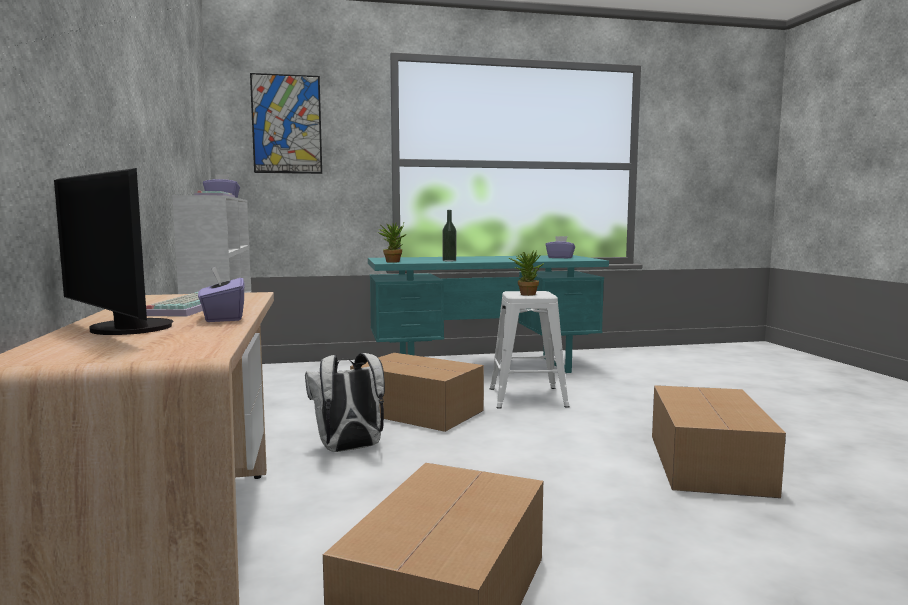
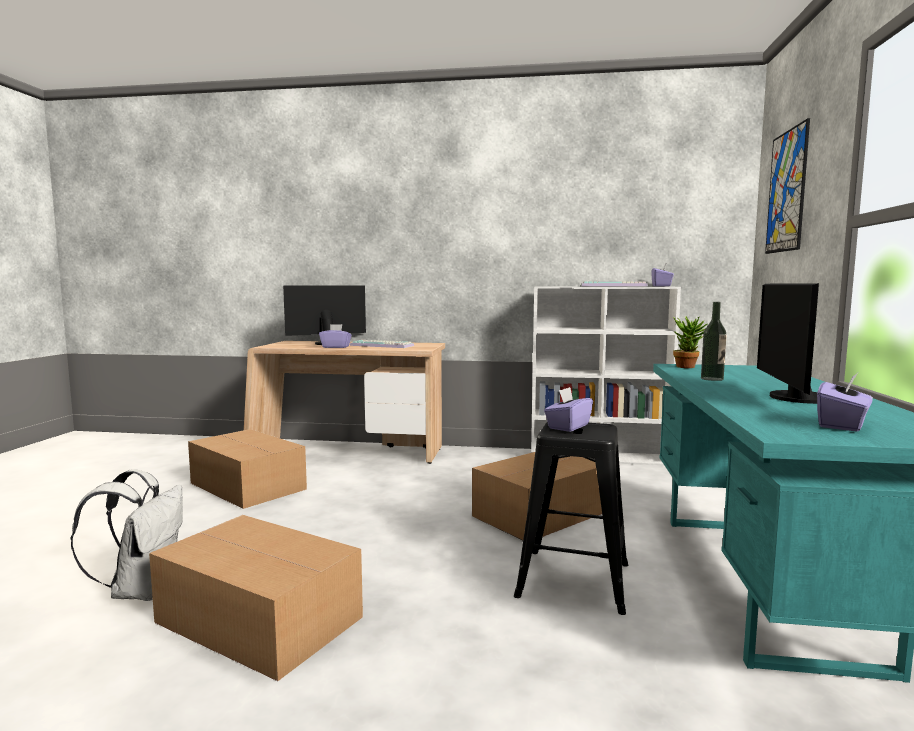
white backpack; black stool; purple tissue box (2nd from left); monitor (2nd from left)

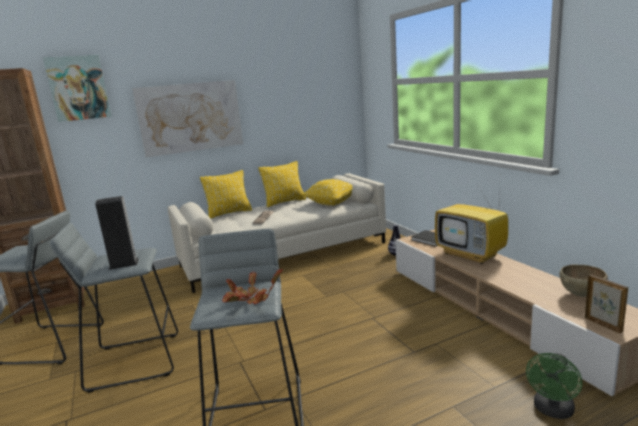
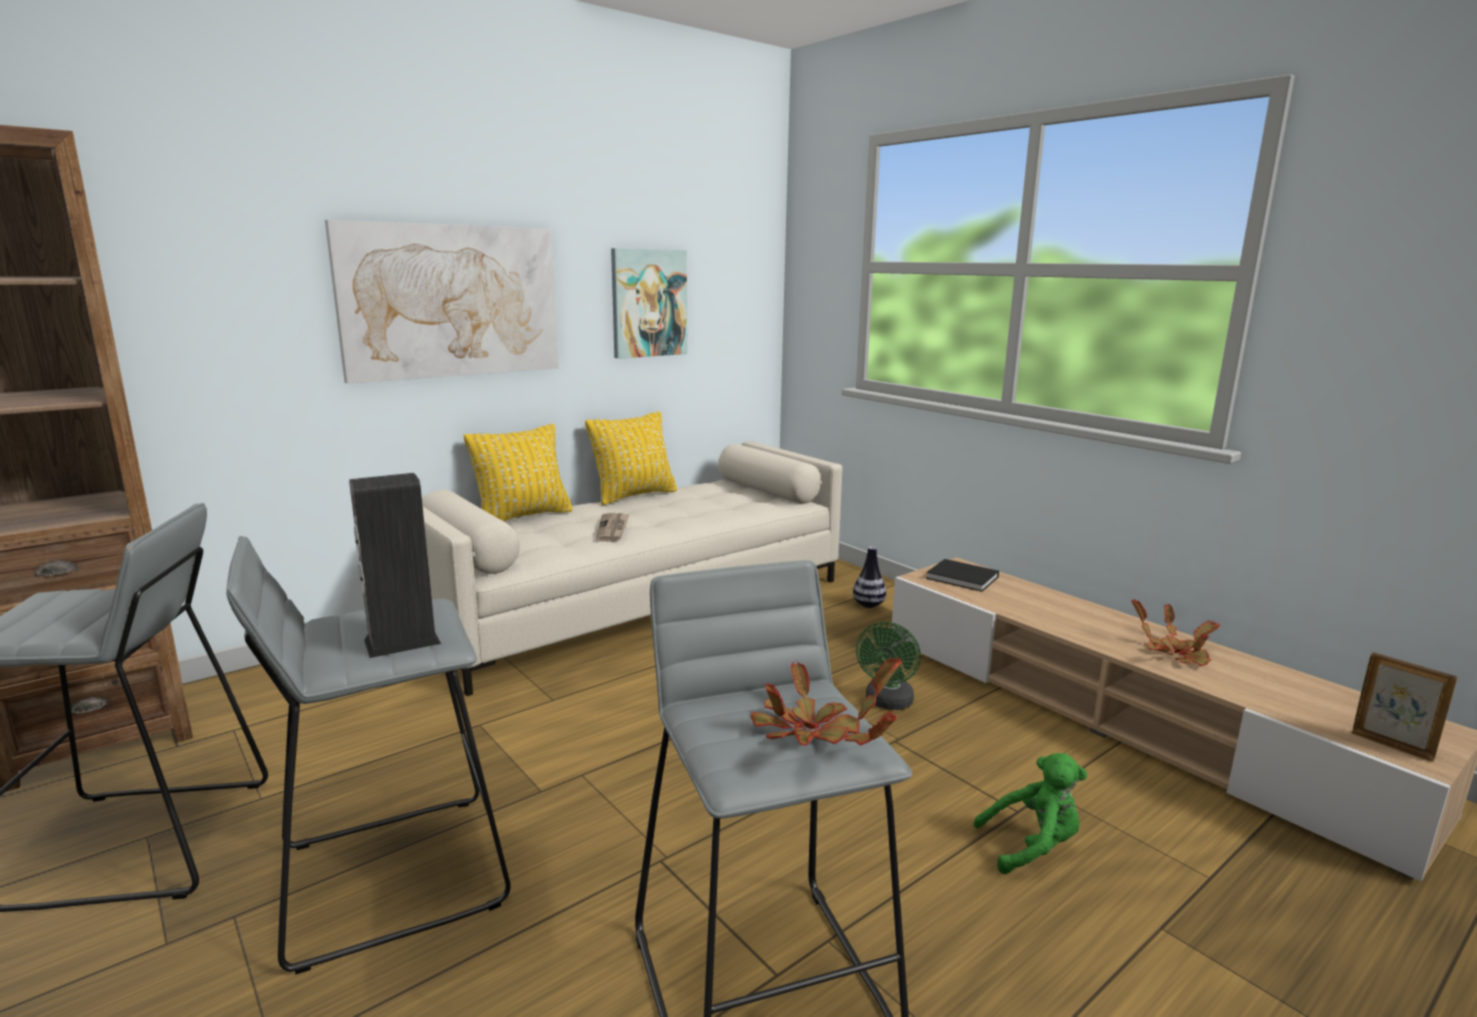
picture (2nd from left); green fan; green plush toy; potted plant (2nd from left); yellow pillow (3rd from left in the first image); television; brown bowl

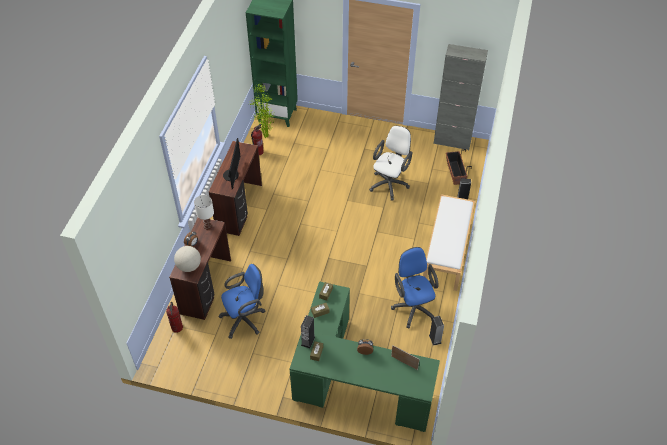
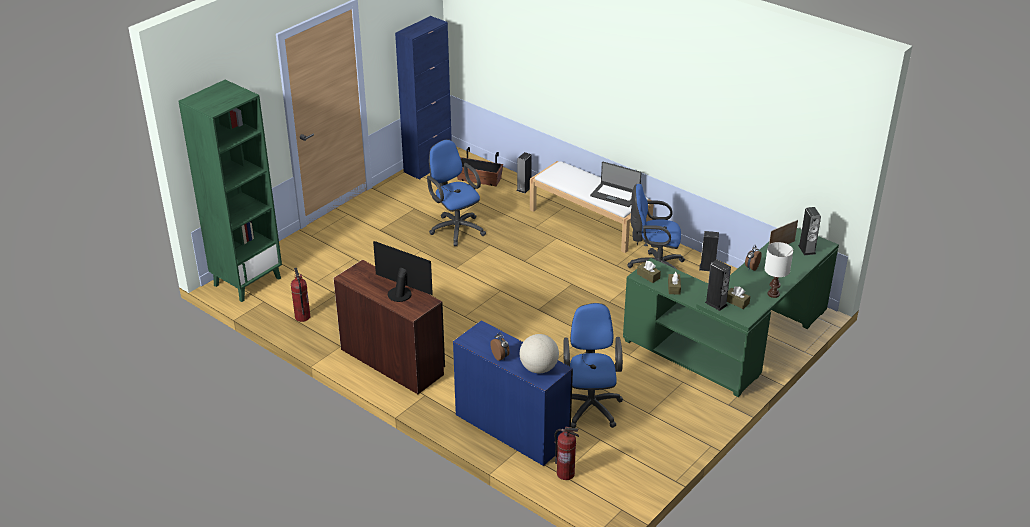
blue cabinet; blue office chair (1st from left); blue desk; laptop; white table lamp; speaker (4th from left); potted plant

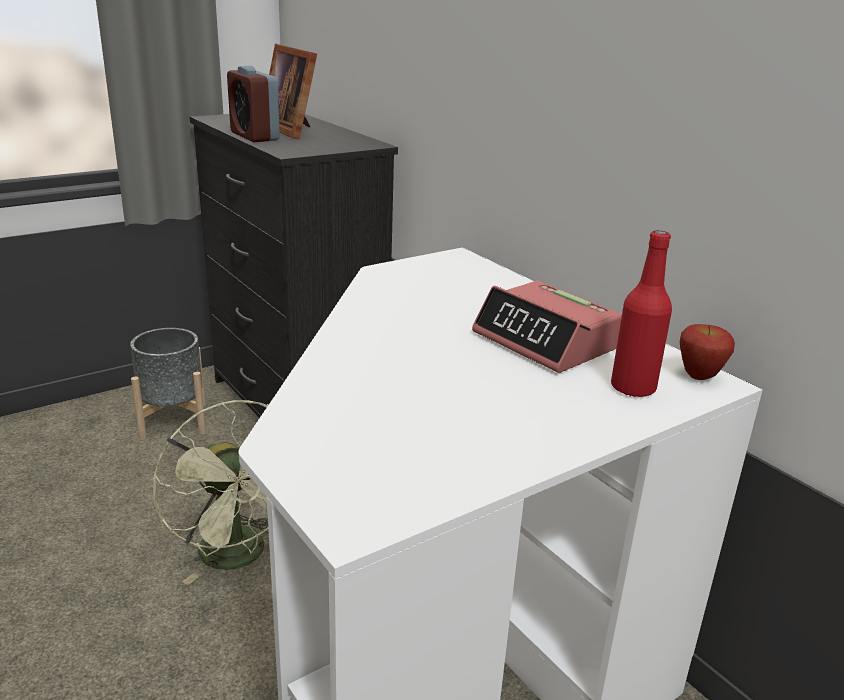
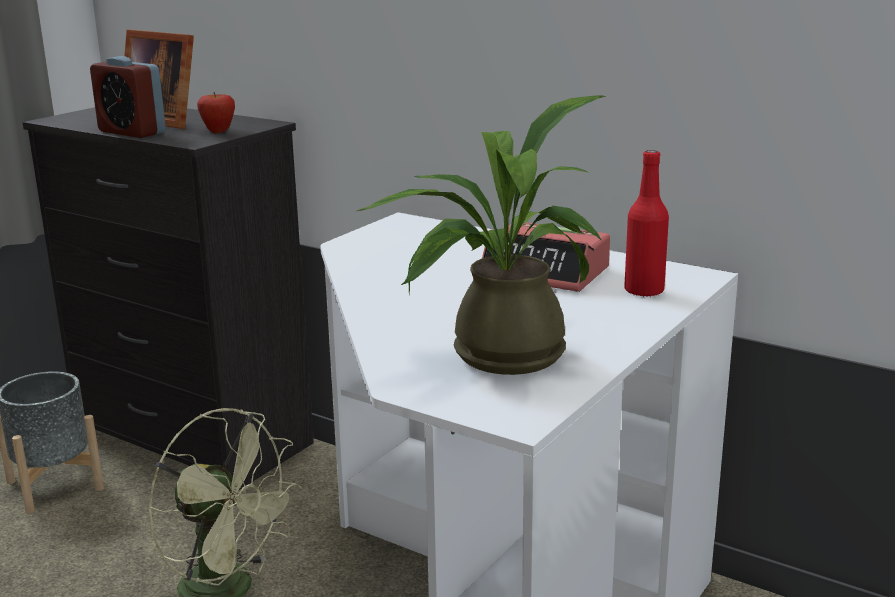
apple; potted plant

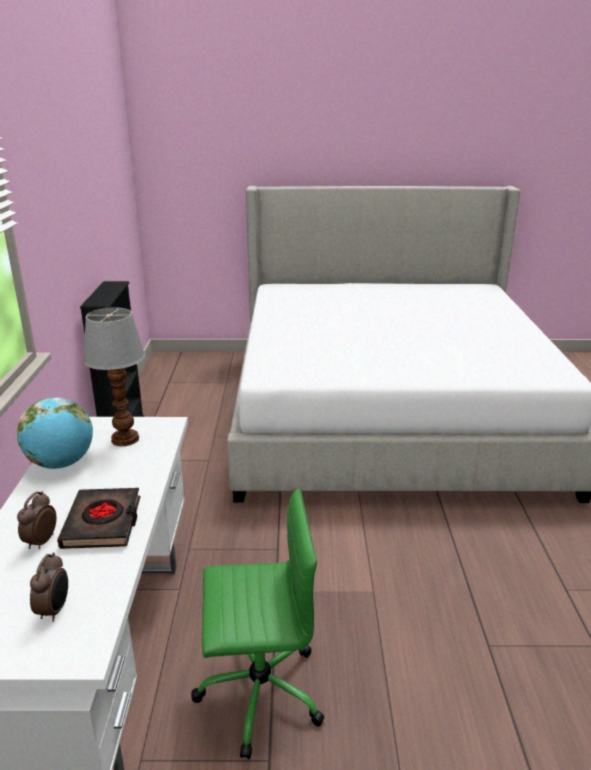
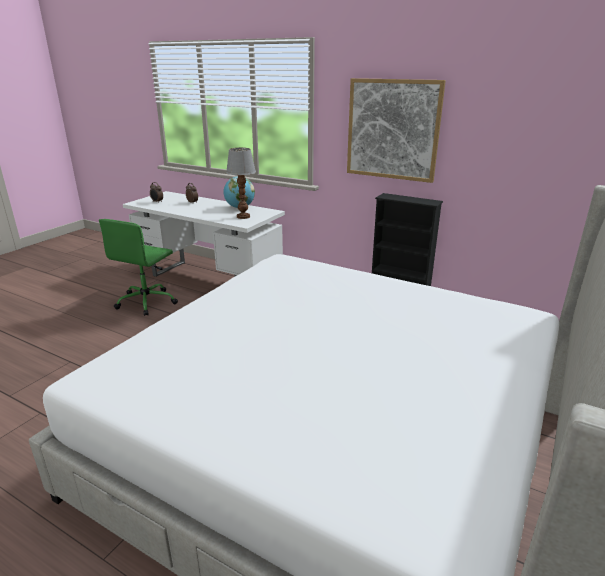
picture; black book

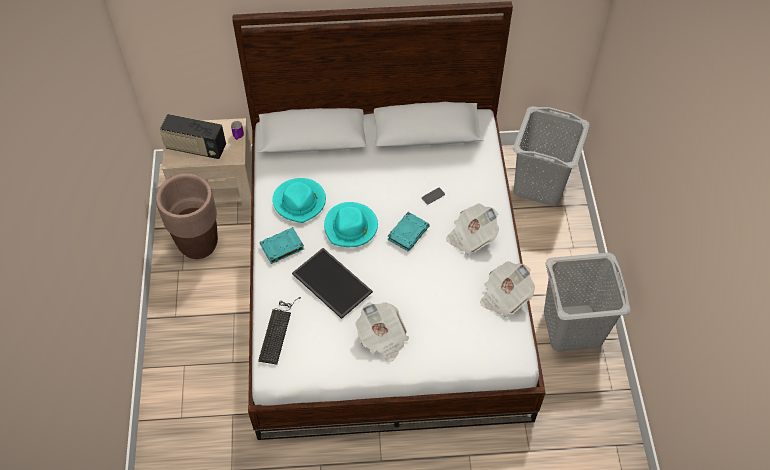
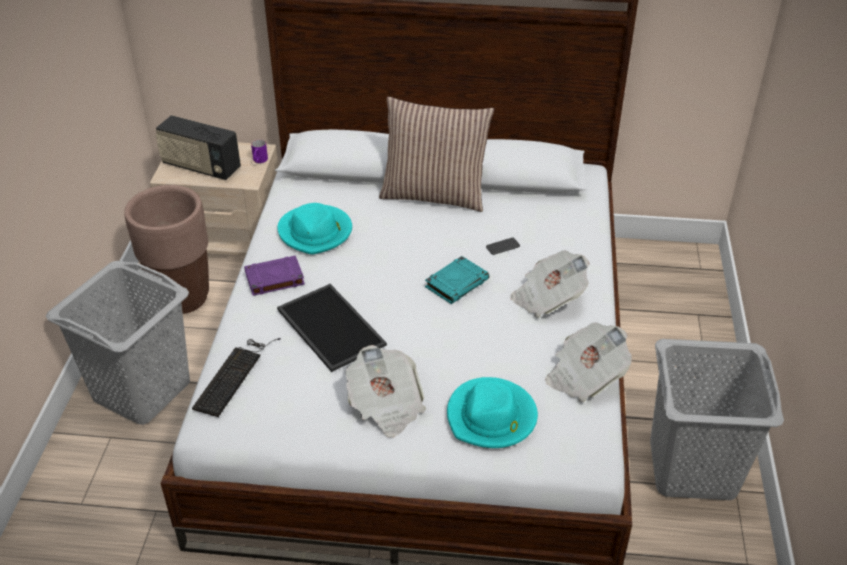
grey laundry basket (1st from left); purple book; pillow; turquoise hat (2nd from left)

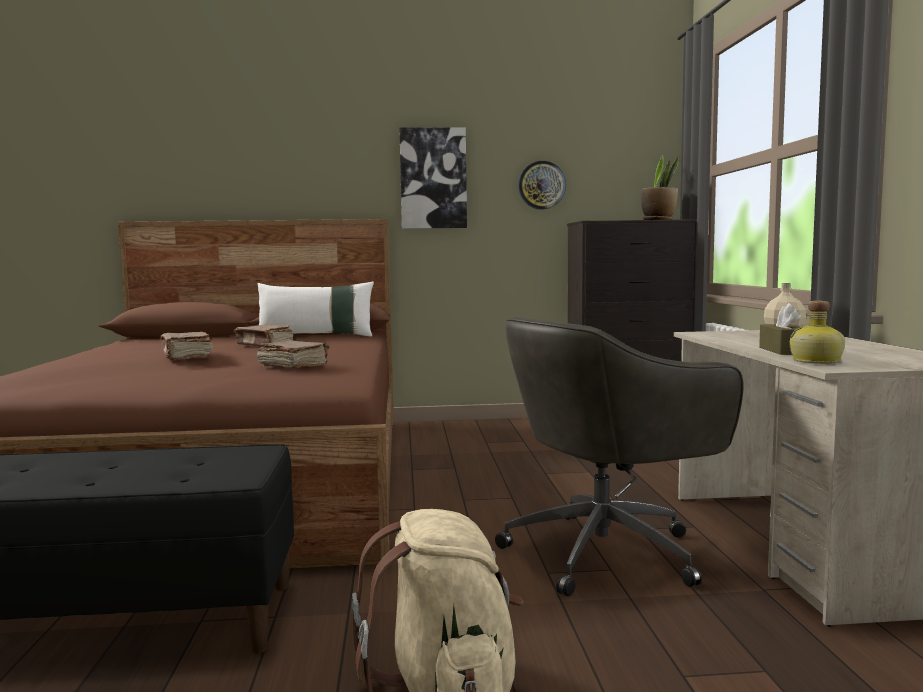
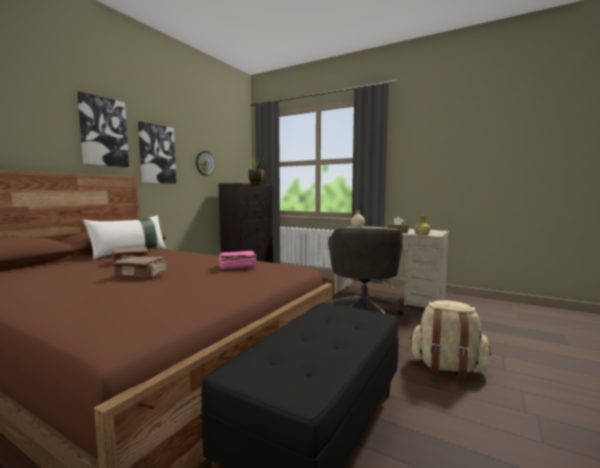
picture (1st from left); pink book

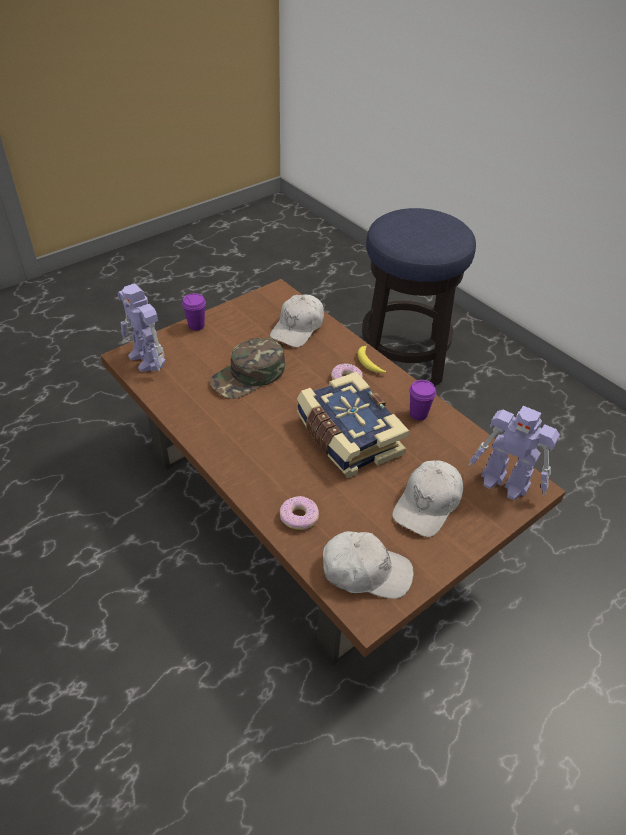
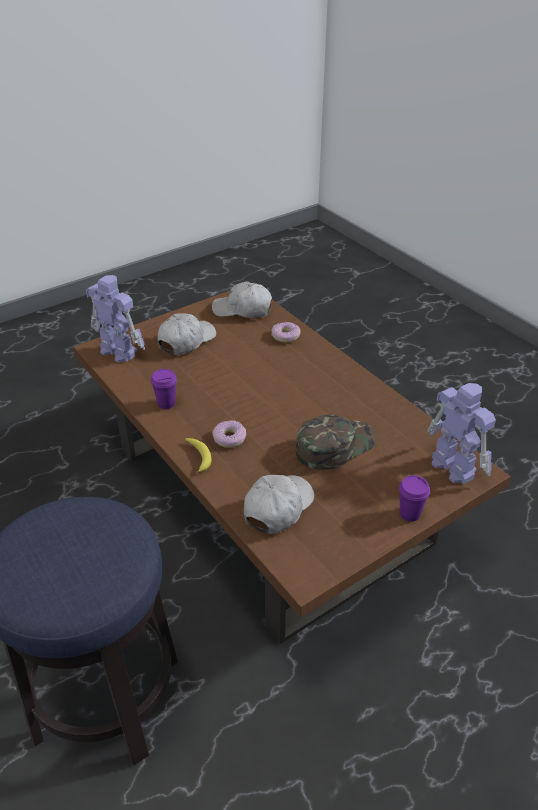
book

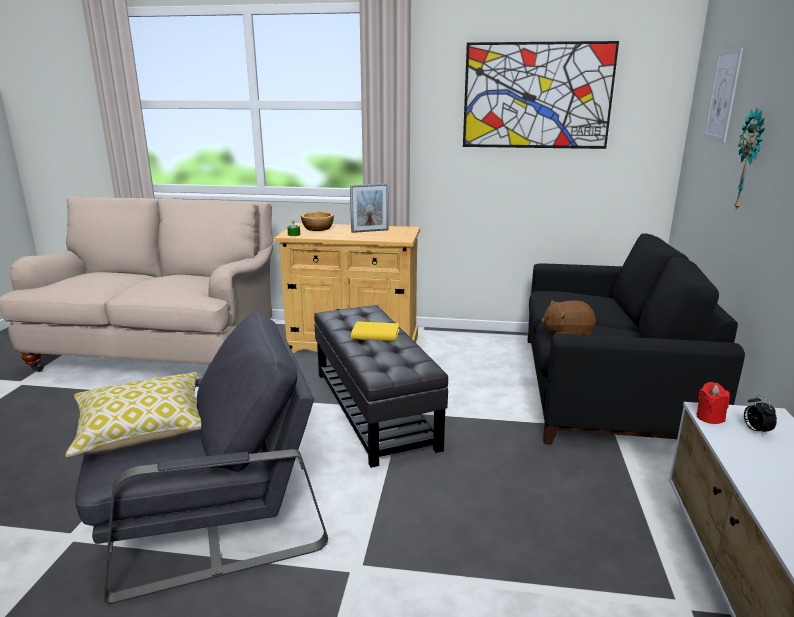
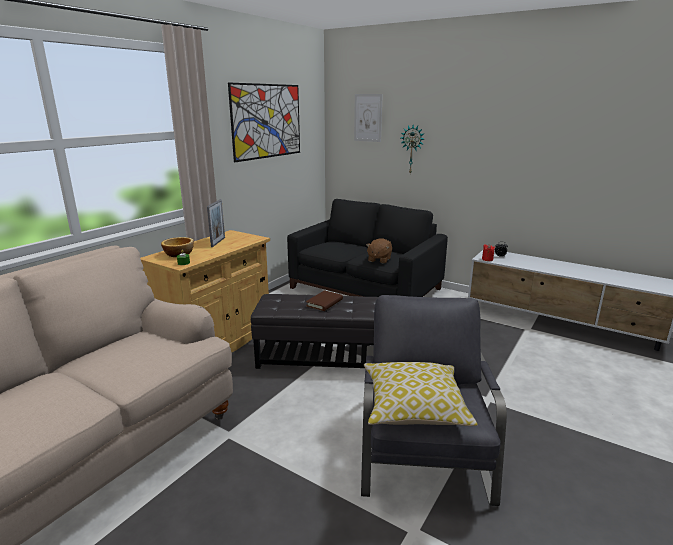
brown book

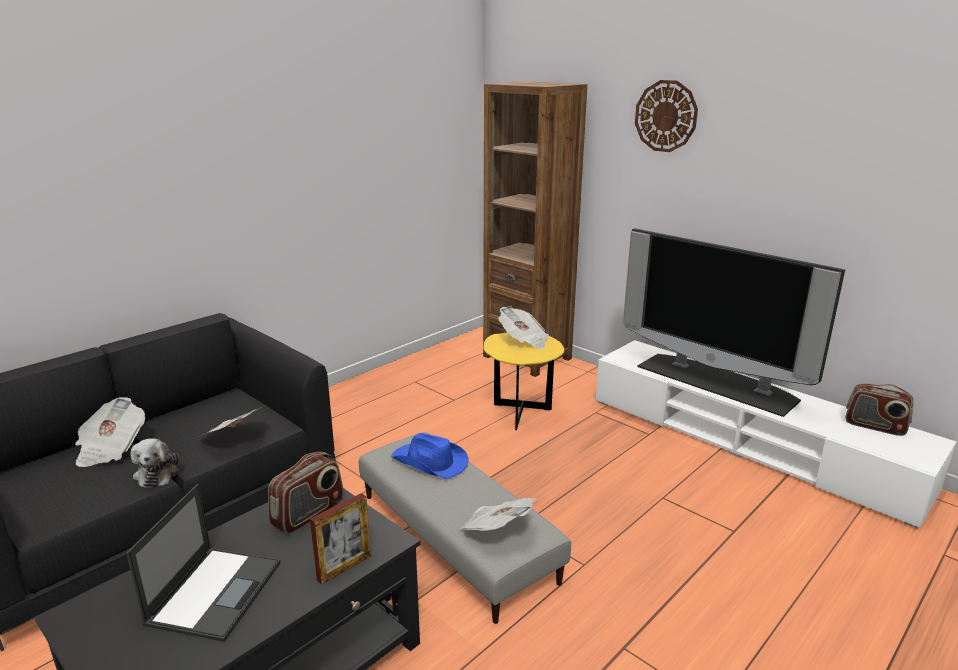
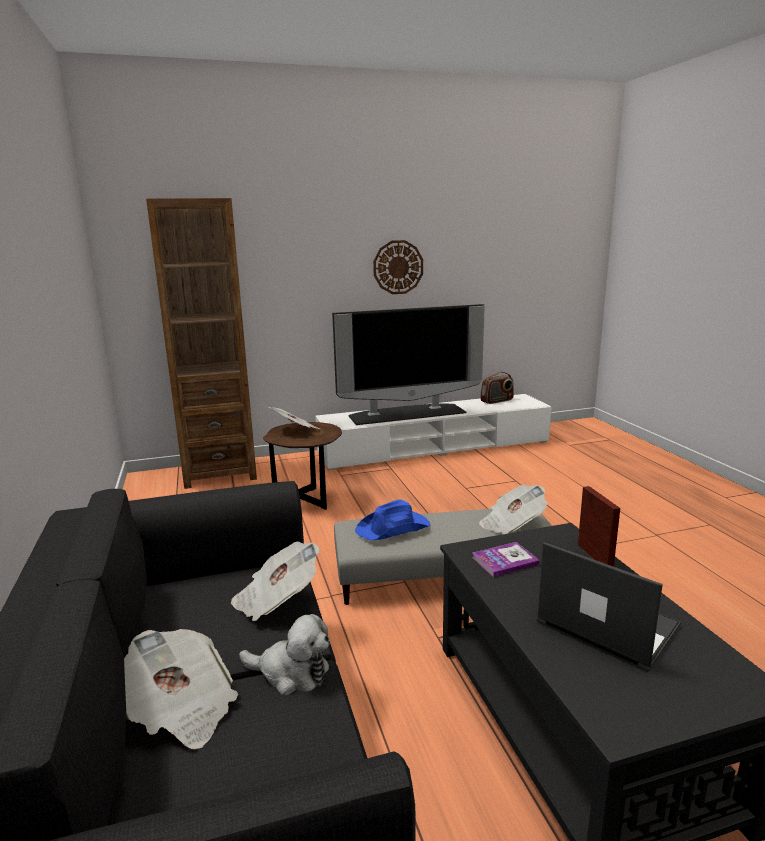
brown side table; wall clock; book

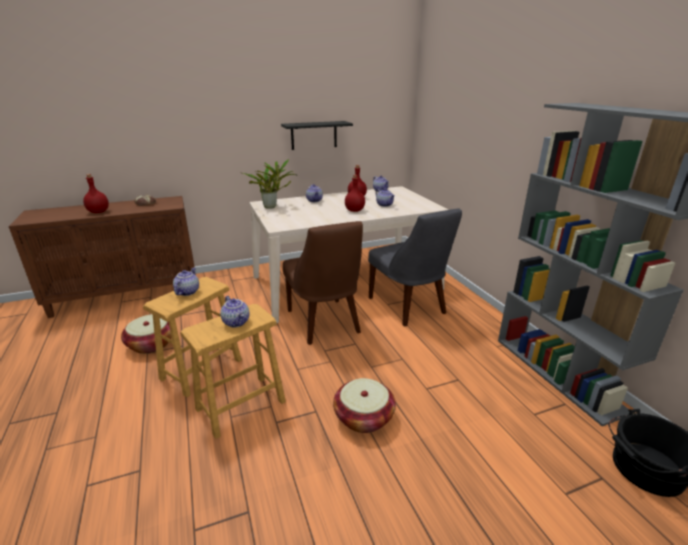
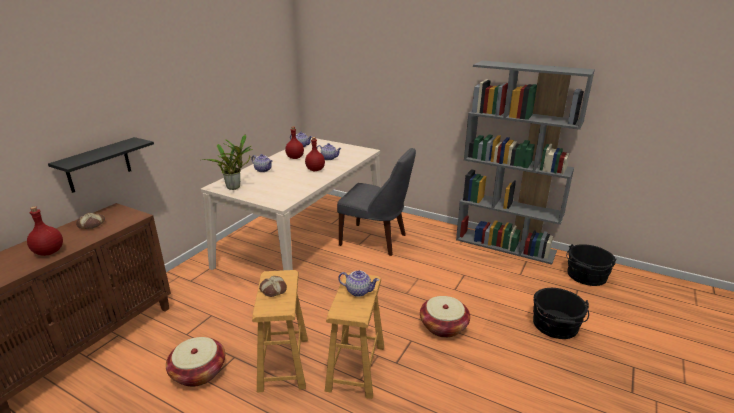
black shelf; bread (2nd from left); black bucket (1st from left); brown chair

